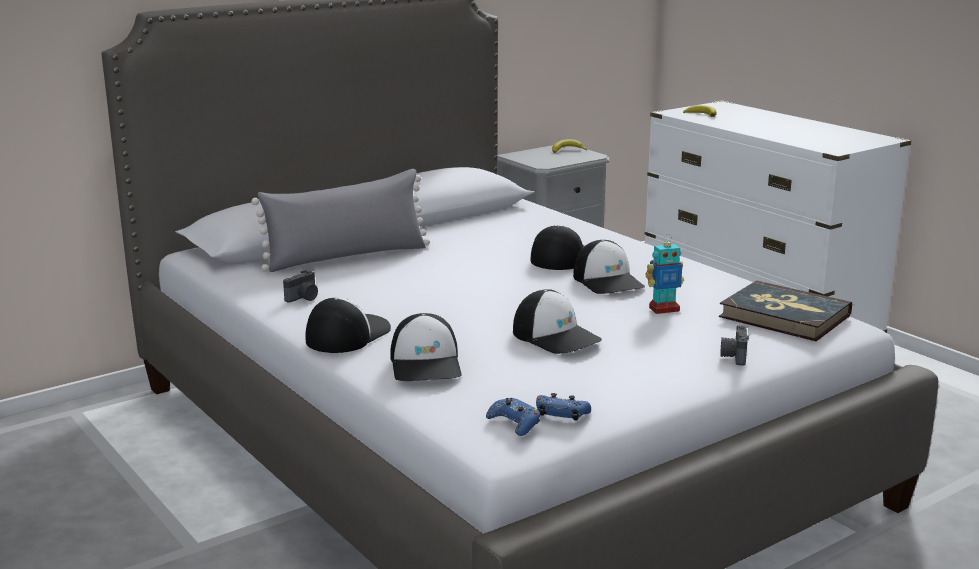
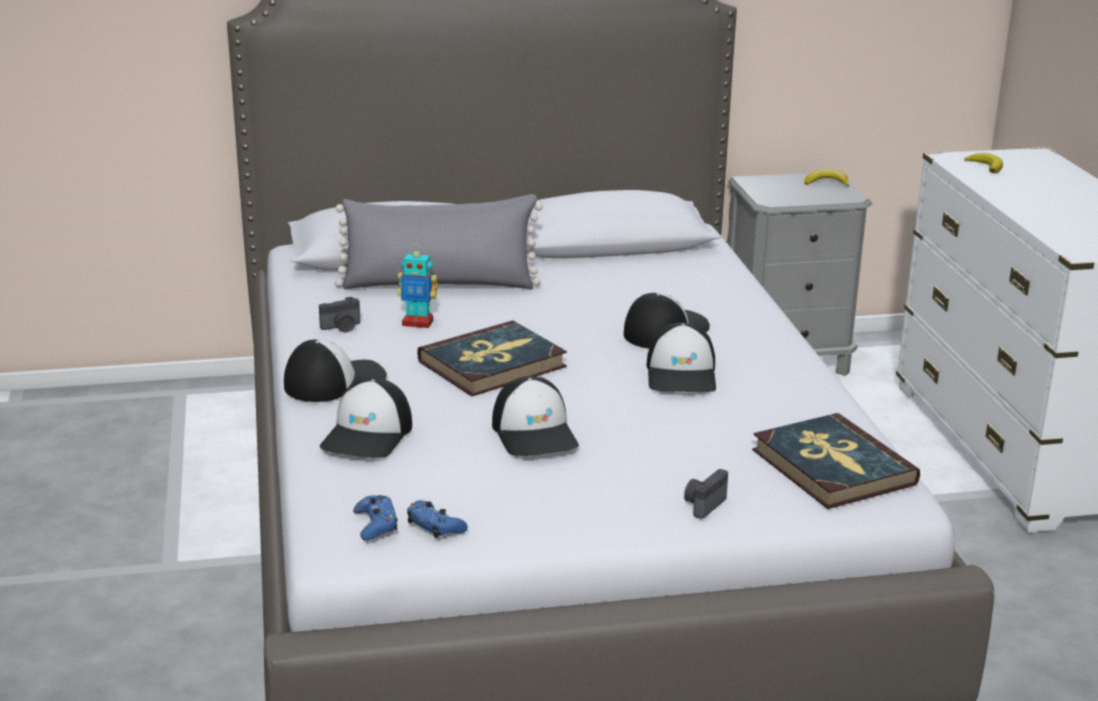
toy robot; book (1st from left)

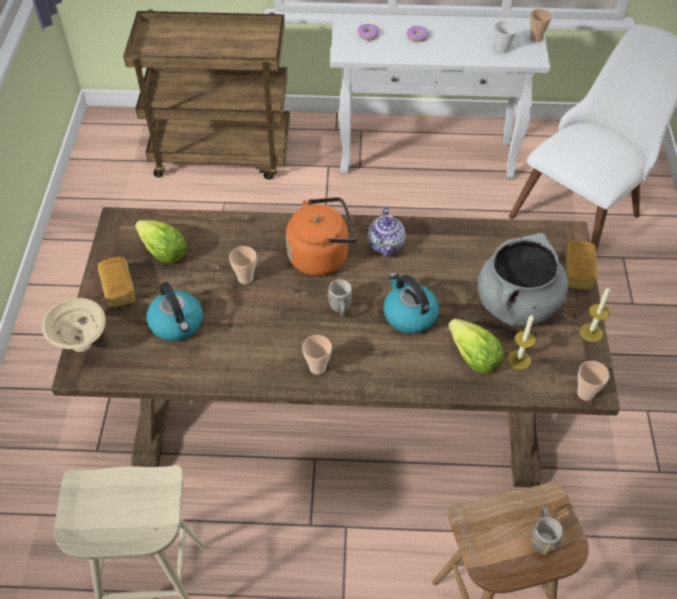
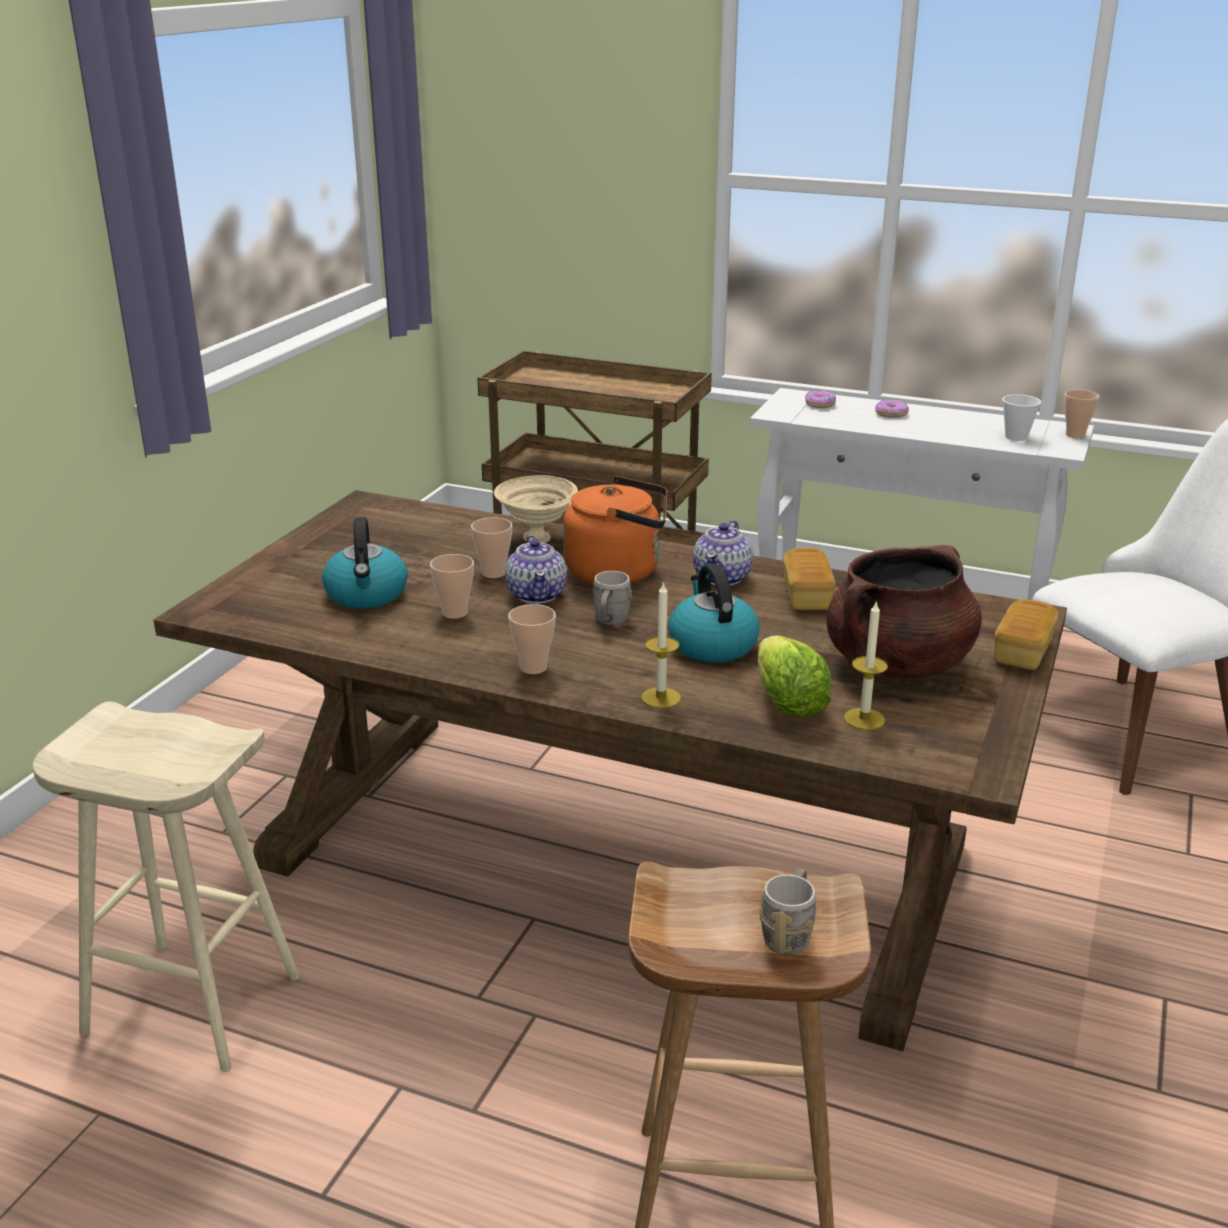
cup (1st from left); beige bowl; teapot (1st from left); candle (1st from left); bread (1st from left); brown cooking pot; lettuce (1st from left in the first image)

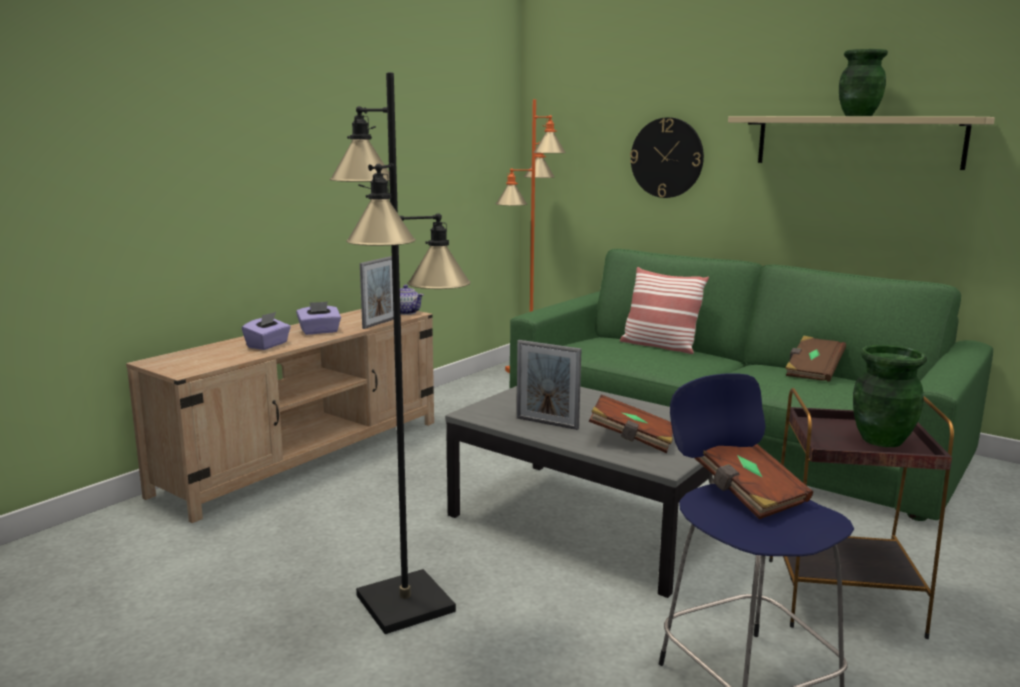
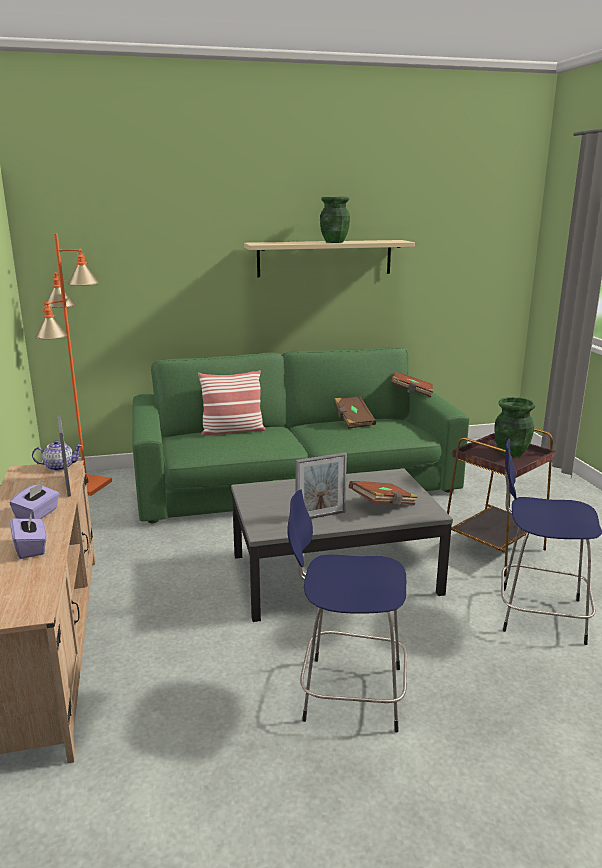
blue stool (1st from left); brown book (3rd from left); wall clock

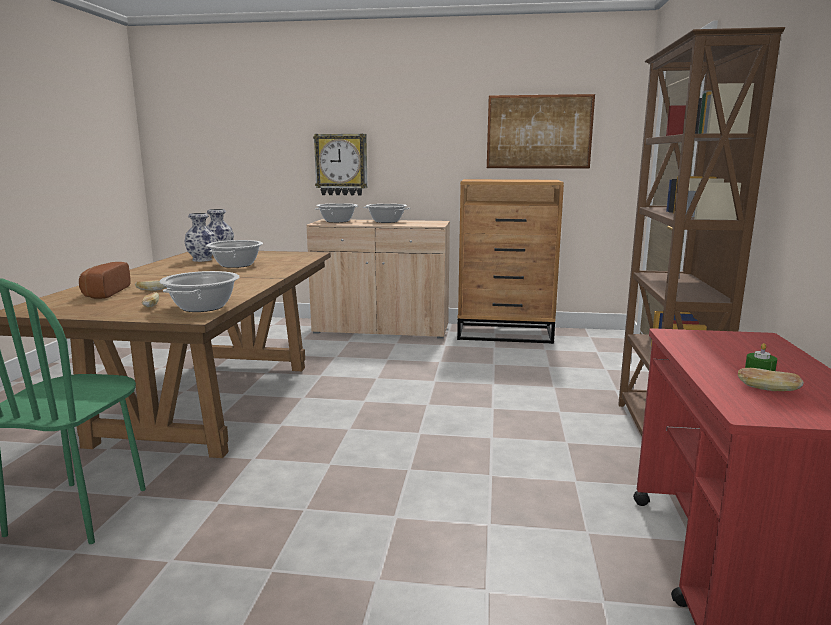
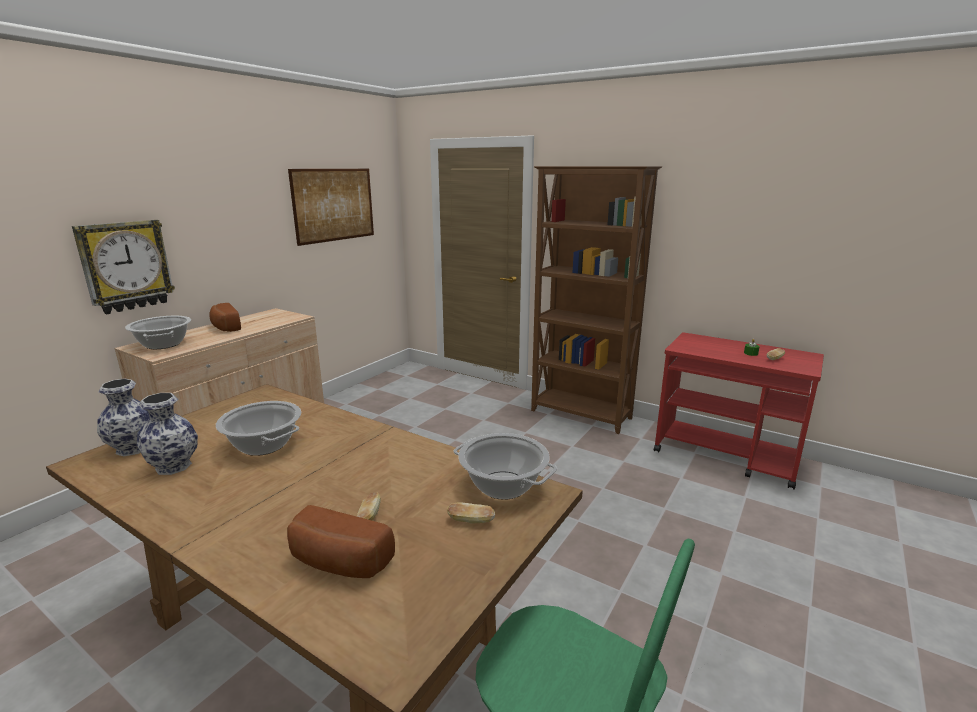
bread (1st from left); brown dresser

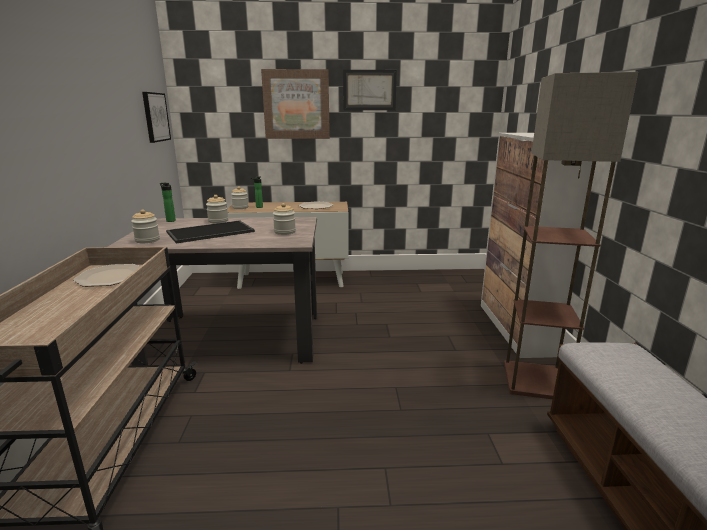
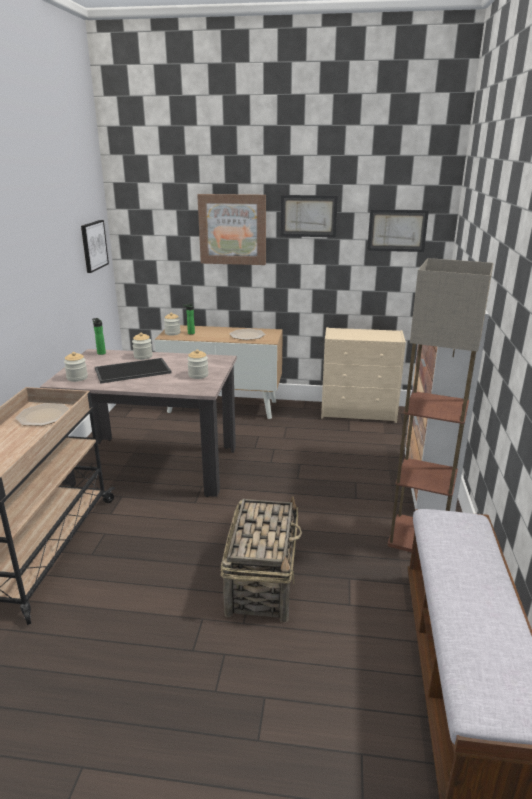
basket; beige dresser; picture (4th from left)

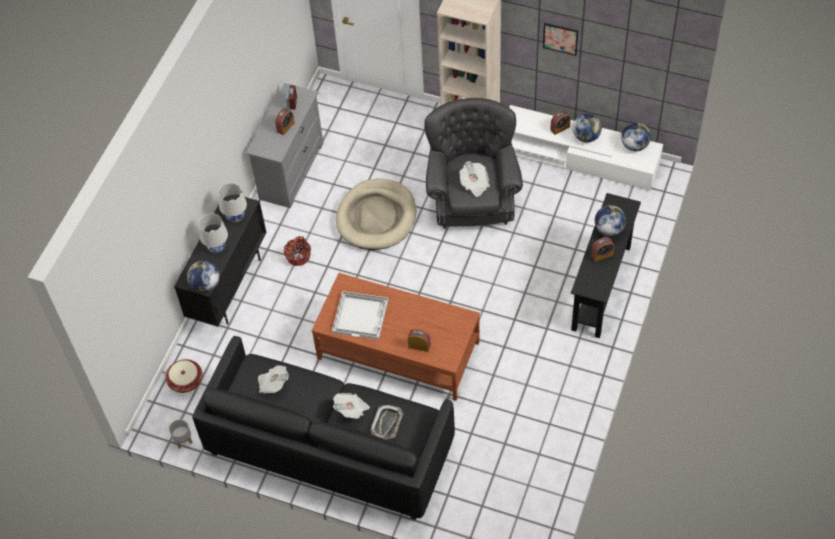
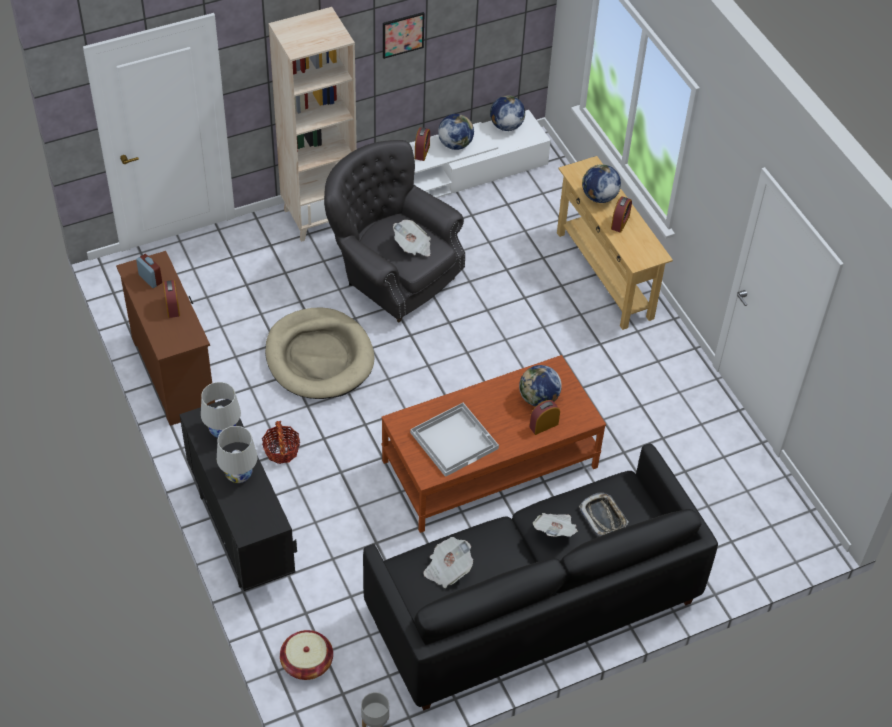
brown dresser; globe (3rd from left); beige console table

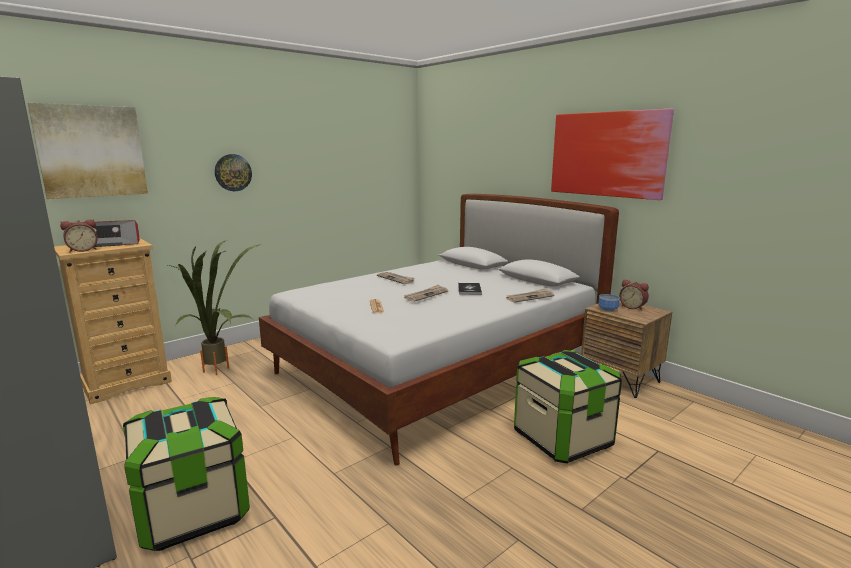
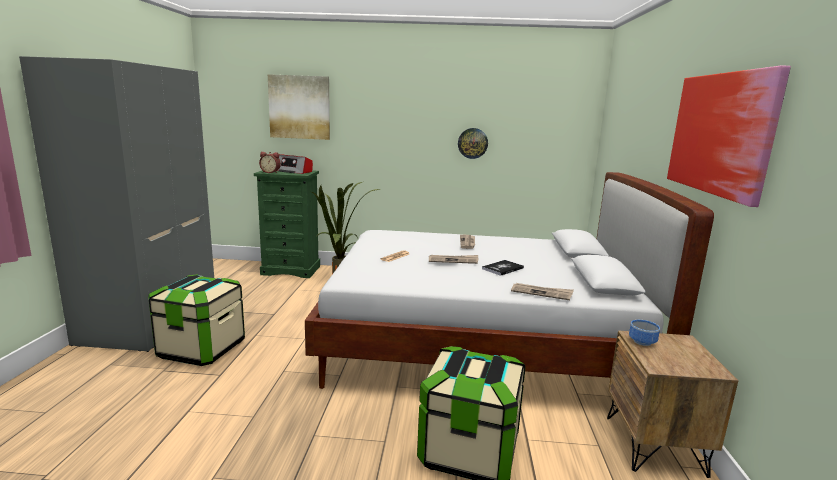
green dresser; wall clock; alarm clock (2nd from left in the first image)

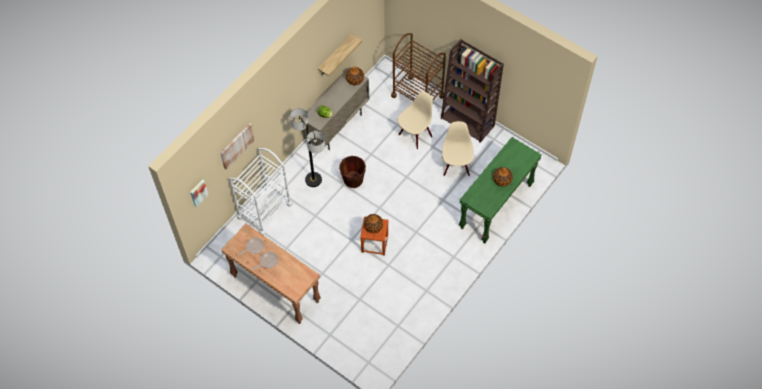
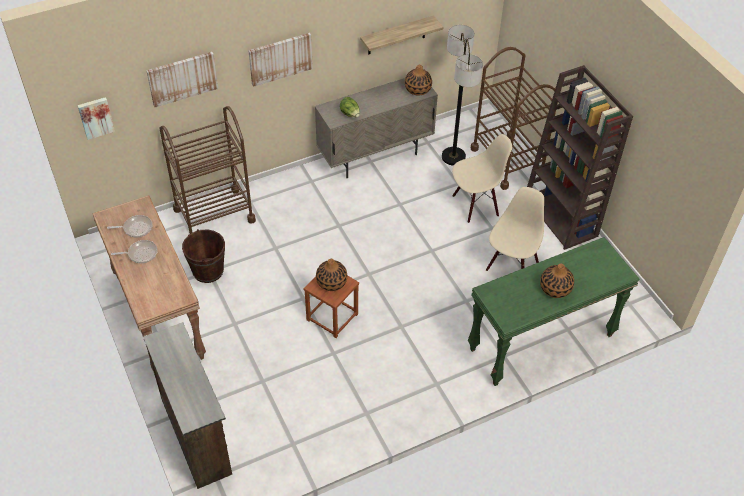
brown dresser; brown cart (1st from left); brown bucket; picture (3rd from left); floor lamp

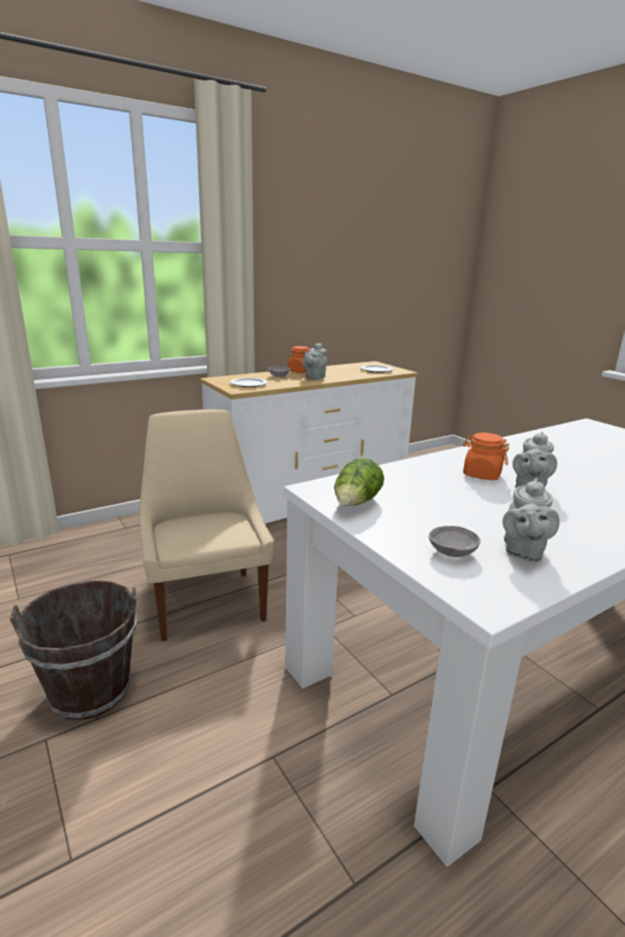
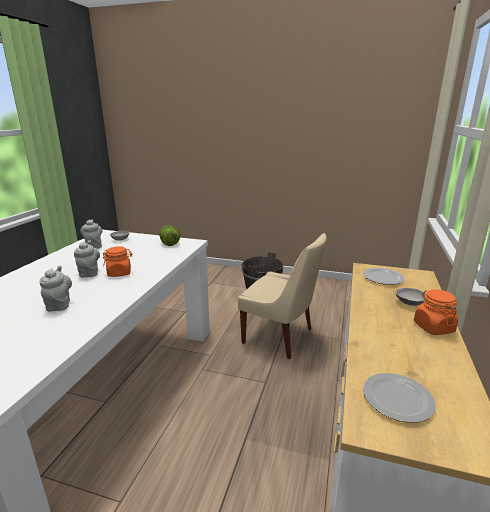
grey teapot (1st from left)

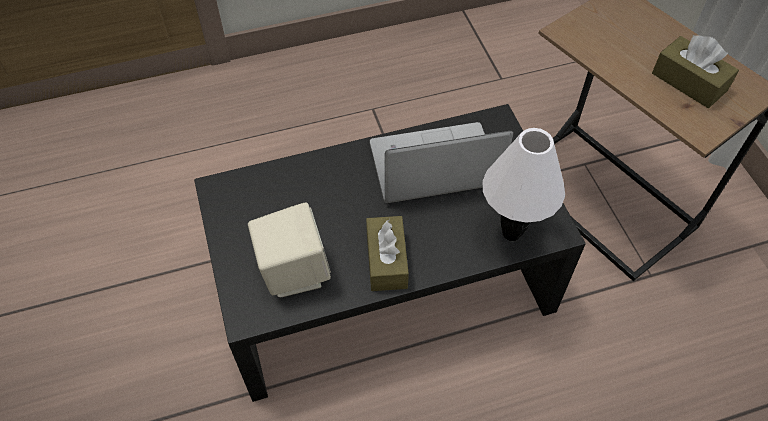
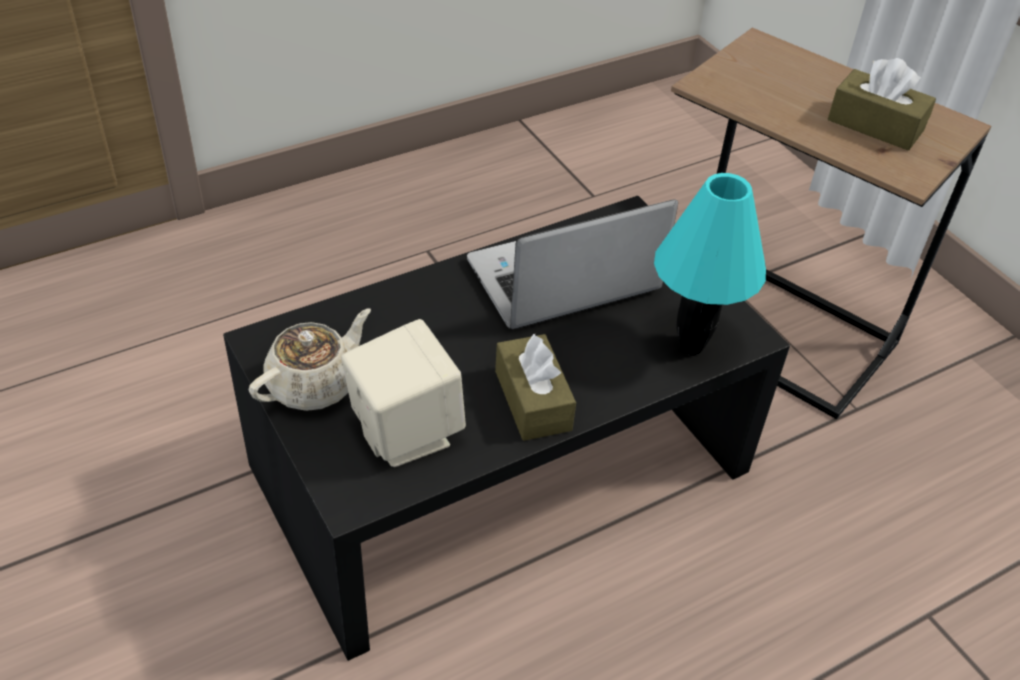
beige teapot; turquoise table lamp

